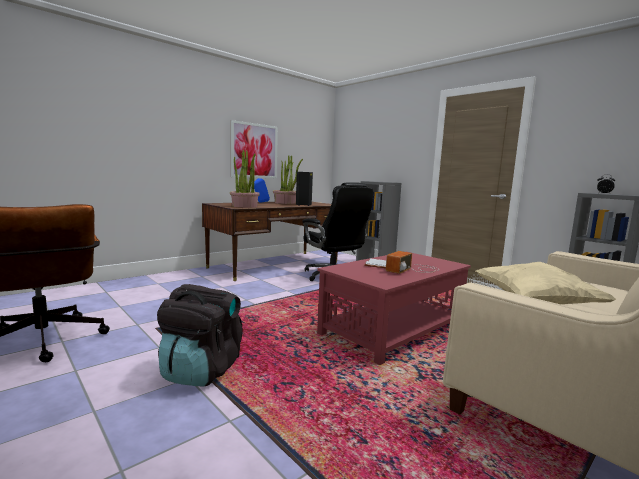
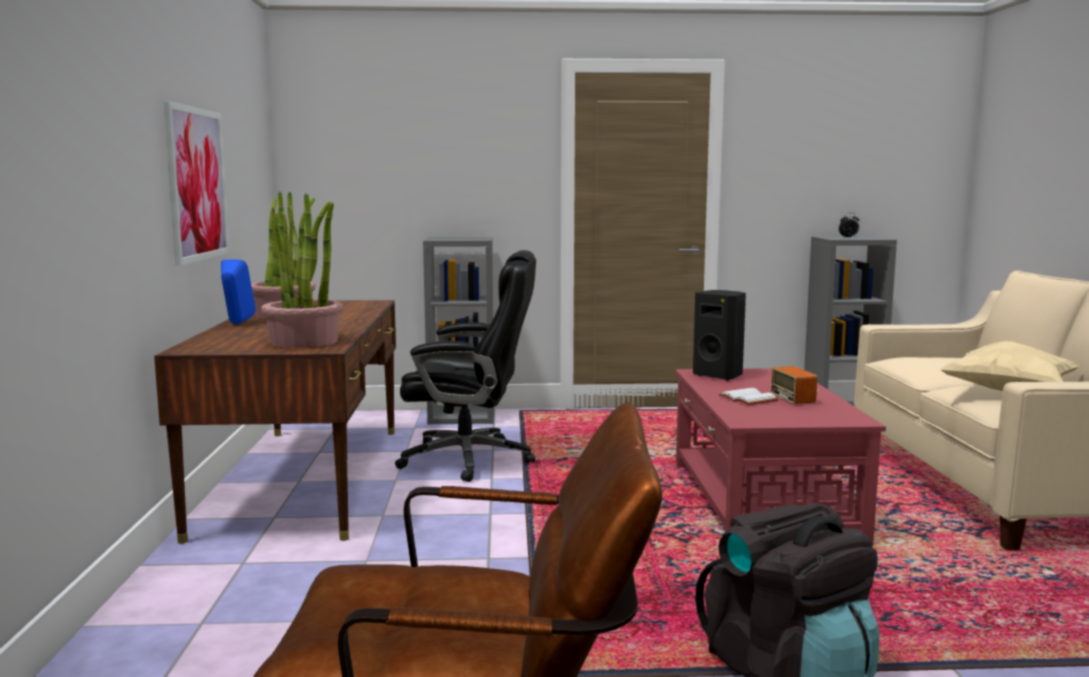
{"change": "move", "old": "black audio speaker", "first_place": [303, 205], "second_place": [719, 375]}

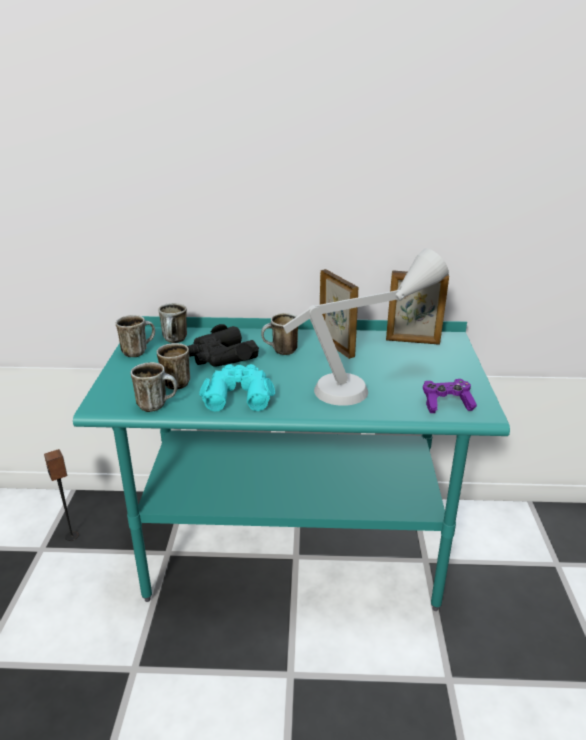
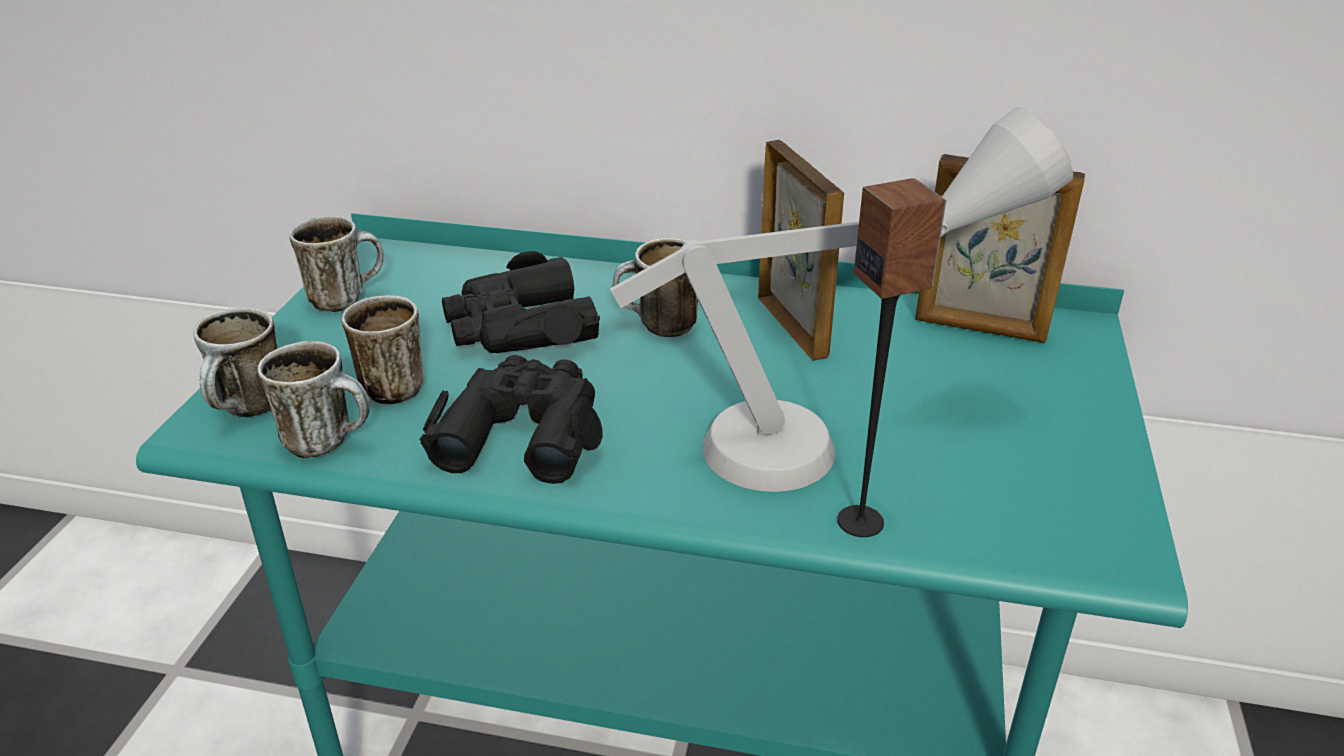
{"change": "move", "old": "mug", "first_place": [175, 341], "second_place": [250, 410]}
{"change": "recolor", "old": "blue-green binoculars", "new": "black binoculars", "first_place": [238, 394], "second_place": [522, 432]}
{"change": "delete", "old": "purple game controller", "first_place": [446, 404]}
{"change": "move", "old": "audio speaker", "first_place": [72, 536], "second_place": [861, 521]}

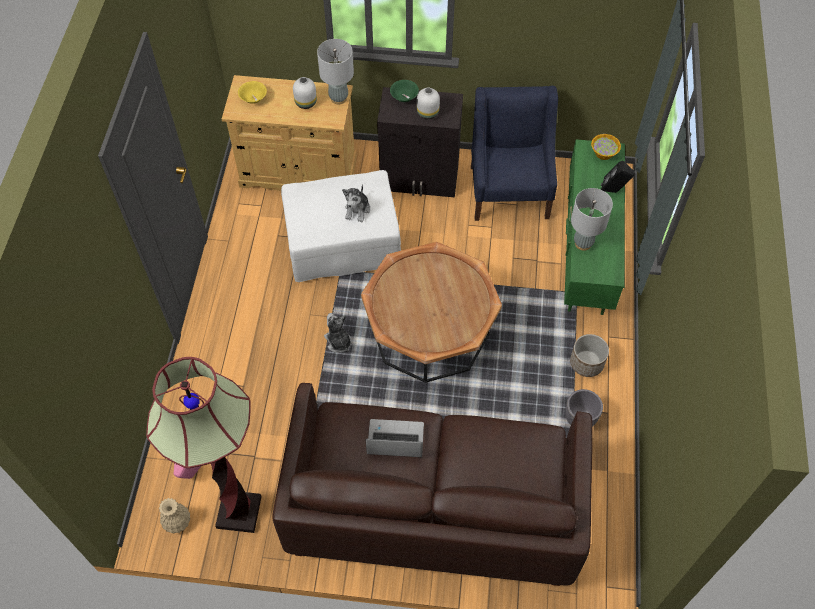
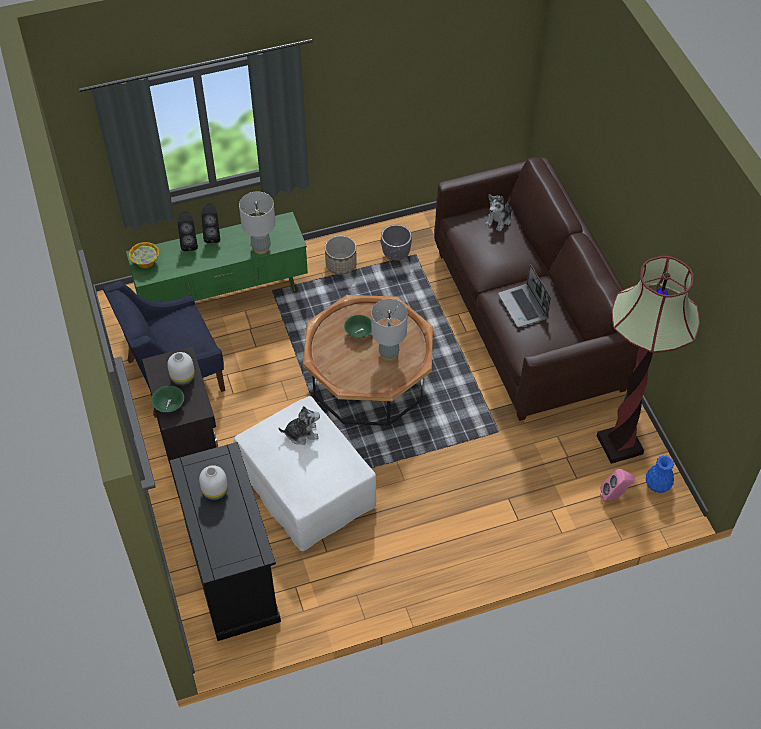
{"change": "move", "old": "gray lamp for a table", "first_place": [339, 98], "second_place": [388, 354]}
{"change": "recolor", "old": "beige-coloured cupboard", "new": "black cupboard", "first_place": [298, 172], "second_place": [232, 572]}
{"change": "delete", "old": "yellow bowl", "first_place": [253, 99]}
{"change": "move", "old": "cuddly toy", "first_place": [338, 341], "second_place": [499, 220]}
{"change": "recolor", "old": "beige-coloured decorative vase", "new": "bluish decorative vase", "first_place": [177, 522], "second_place": [657, 485]}
{"change": "insert", "new": "black audio speaker", "second_place": [213, 235]}
{"change": "insert", "new": "green-coloured bowl", "second_place": [359, 332]}

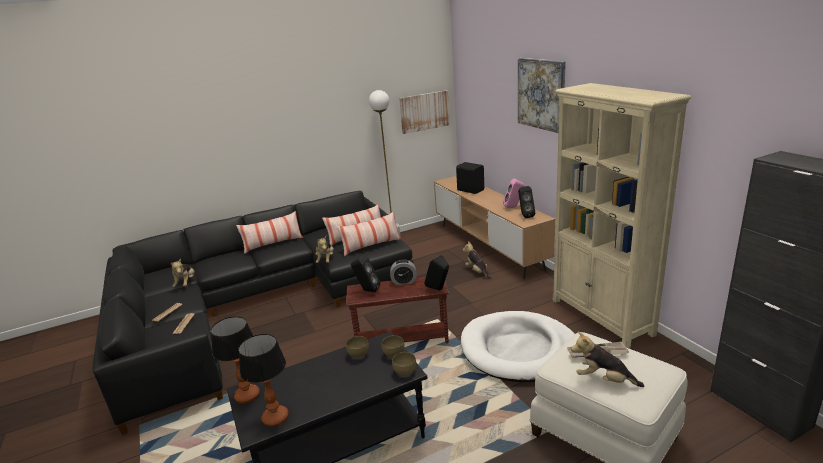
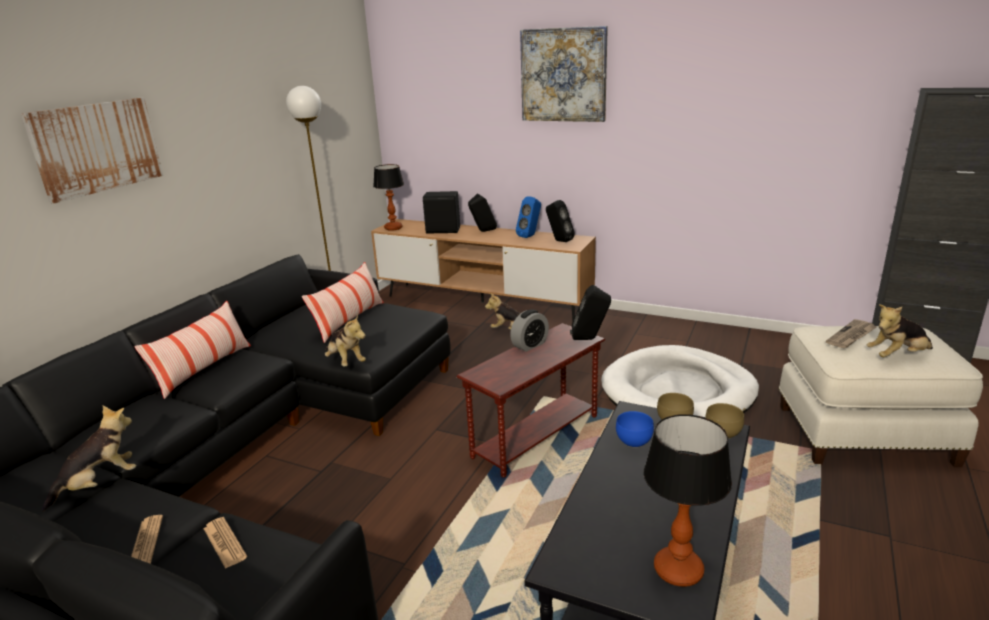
{"change": "delete", "old": "beige-coloured shelving unit", "first_place": [601, 317]}
{"change": "move", "old": "wall art", "first_place": [424, 111], "second_place": [96, 147]}
{"change": "recolor", "old": "pinkish audio speaker", "new": "bluish audio speaker", "first_place": [513, 207], "second_place": [530, 236]}
{"change": "delete", "old": "pillow", "first_place": [371, 246]}
{"change": "move", "old": "black audio speaker", "first_place": [367, 290], "second_place": [483, 231]}
{"change": "rotate", "old": "cuddly toy", "first_place": [186, 283], "second_place": [100, 484], "degrees": -90}
{"change": "move", "old": "lamp for a table", "first_place": [247, 395], "second_place": [393, 228]}
{"change": "recolor", "old": "brown-coloured bowl", "new": "bluish bowl", "first_place": [357, 355], "second_place": [633, 442]}

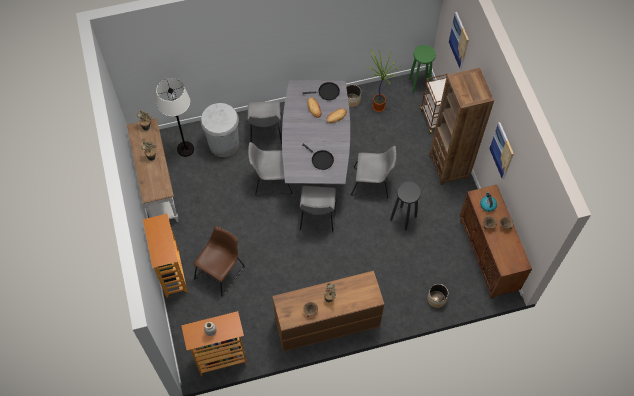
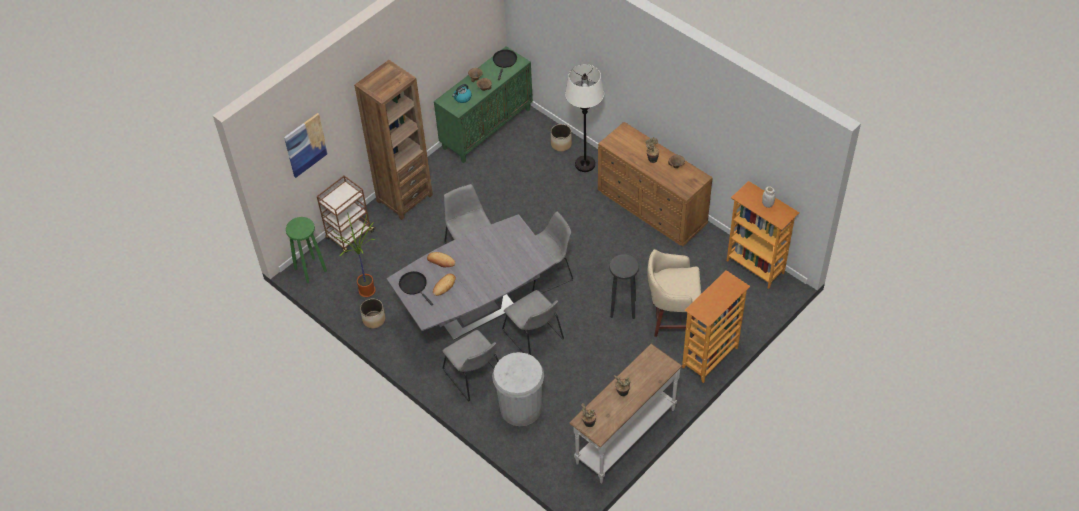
{"change": "move", "old": "white-coloured standing lamp", "first_place": [185, 149], "second_place": [585, 164]}
{"change": "rotate", "old": "gray upright chair", "first_place": [265, 132], "second_place": [475, 377], "degrees": 90}
{"change": "delete", "old": "wall art", "first_place": [502, 150]}
{"change": "move", "old": "black skillet", "first_place": [321, 160], "second_place": [504, 61]}
{"change": "move", "old": "black sitting stool", "first_place": [403, 218], "second_place": [622, 308]}
{"change": "recolor", "old": "brown-coloured cupboard", "new": "green-coloured cupboard", "first_place": [488, 256], "second_place": [486, 128]}
{"change": "replace", "old": "brown-coloured upright chair", "new": "beige-coloured sitting stool", "first_place": [221, 271], "second_place": [671, 319]}

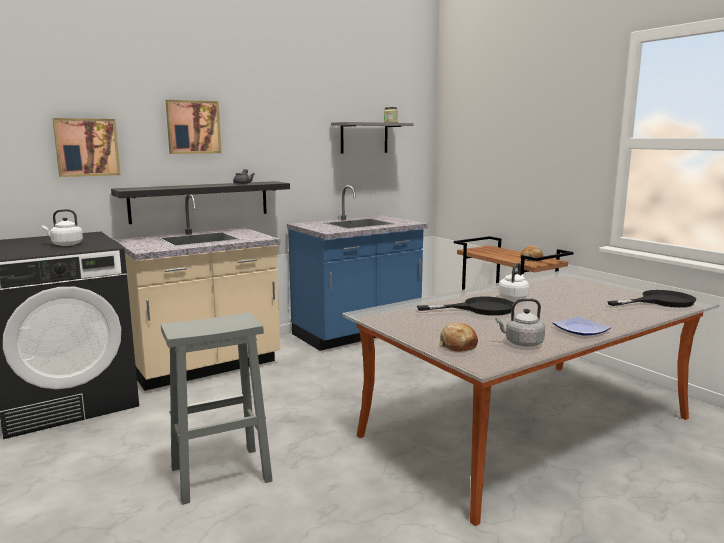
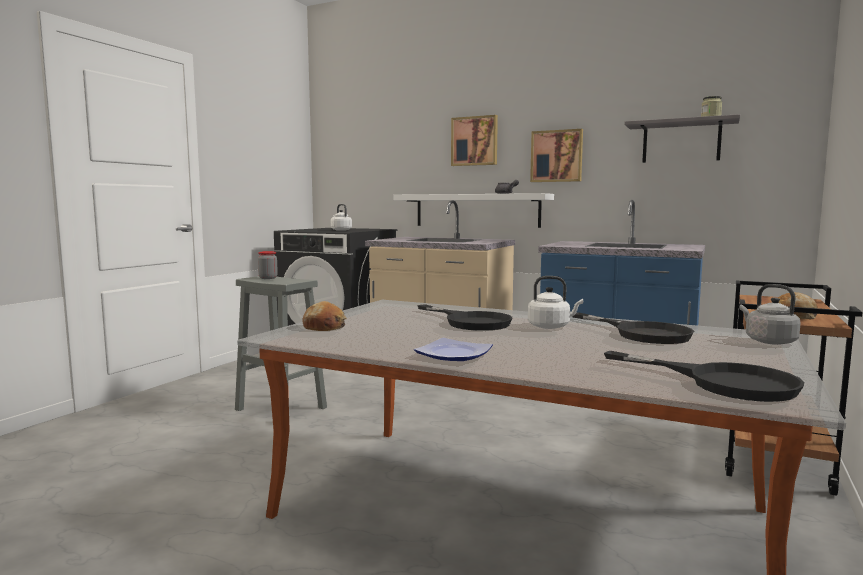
{"change": "move", "old": "wall art", "first_place": [86, 147], "second_place": [557, 156]}
{"change": "recolor", "old": "black wall shelf", "new": "white-coloured wall shelf", "first_place": [200, 201], "second_place": [476, 210]}
{"change": "move", "old": "gray tea kettle", "first_place": [521, 343], "second_place": [768, 341]}
{"change": "insert", "new": "storage jar", "second_place": [268, 278]}
{"change": "insert", "new": "black skillet", "second_place": [641, 333]}

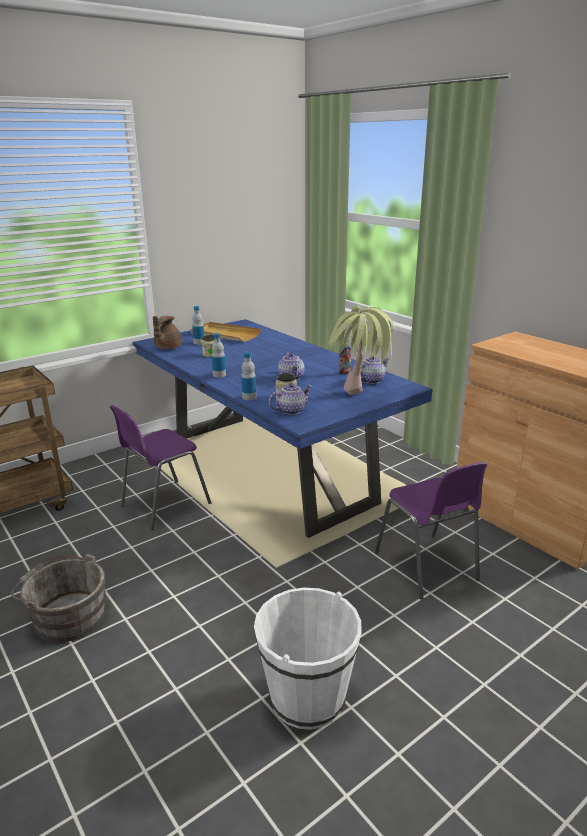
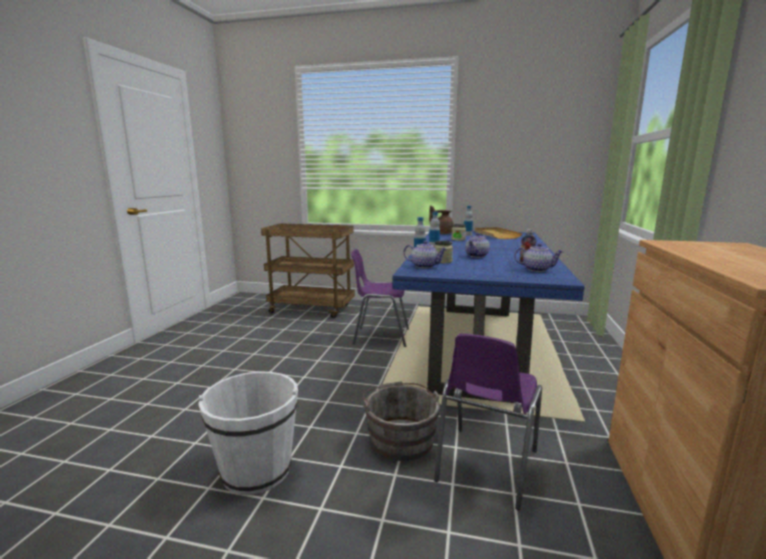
{"change": "delete", "old": "houseplant", "first_place": [358, 401]}
{"change": "move", "old": "gray water bucket", "first_place": [67, 616], "second_place": [400, 437]}

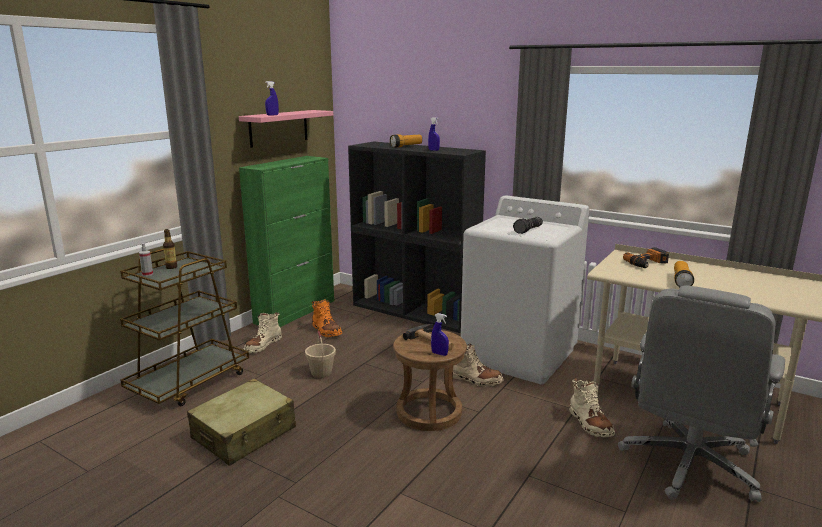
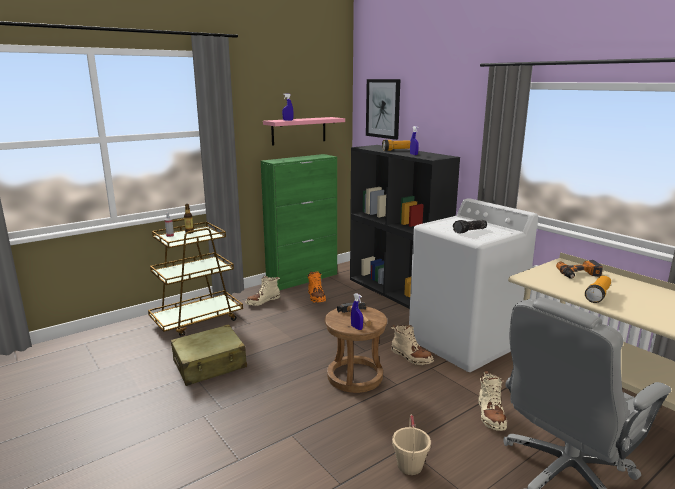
{"change": "move", "old": "beige-coloured water bucket", "first_place": [321, 373], "second_place": [410, 466]}
{"change": "insert", "new": "wall art", "second_place": [383, 108]}

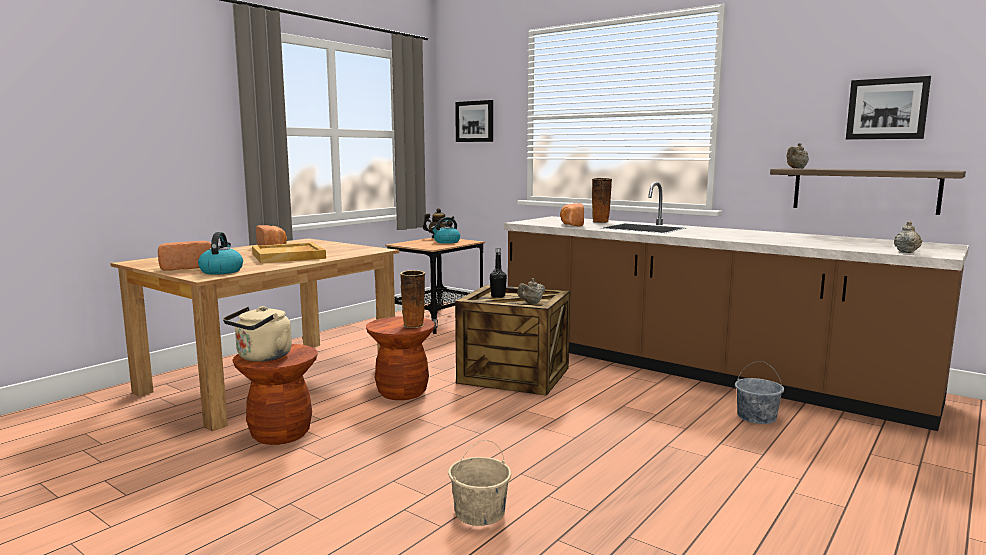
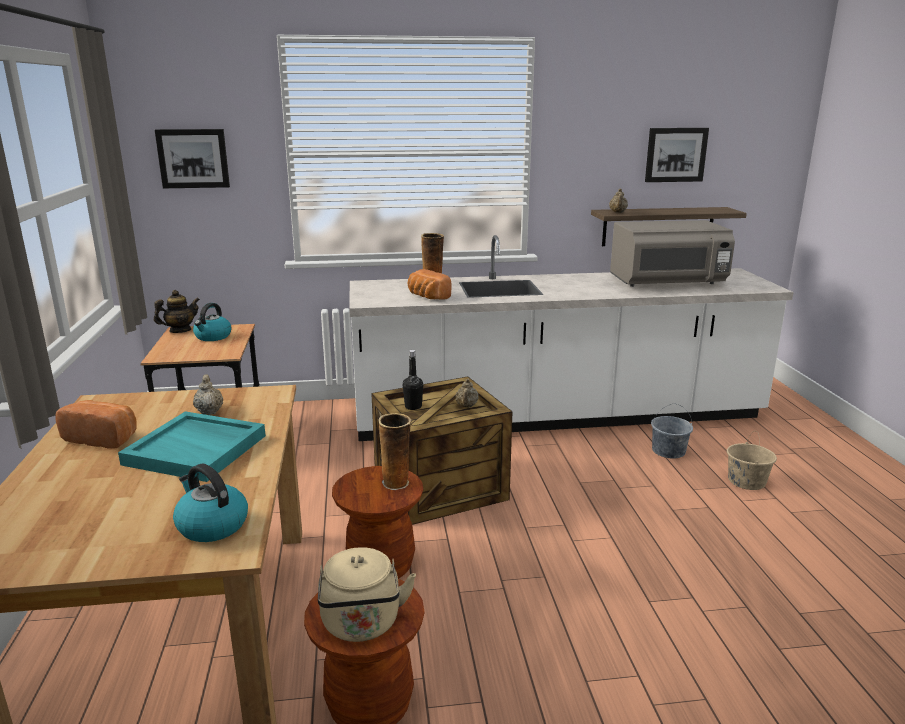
{"change": "recolor", "old": "brown-coloured kitchen counter", "new": "white-coloured kitchen counter", "first_place": [696, 370], "second_place": [557, 417]}
{"change": "move", "old": "beige-coloured teapot", "first_place": [906, 252], "second_place": [209, 411]}
{"change": "delete", "old": "baked bread", "first_place": [186, 267]}
{"change": "recolor", "old": "beige-coloured serving tray", "new": "blue-green serving tray", "first_place": [289, 256], "second_place": [197, 449]}
{"change": "move", "old": "beige-coloured water bucket", "first_place": [480, 512], "second_place": [746, 481]}
{"change": "insert", "new": "gray kitchen microwave", "second_place": [667, 283]}

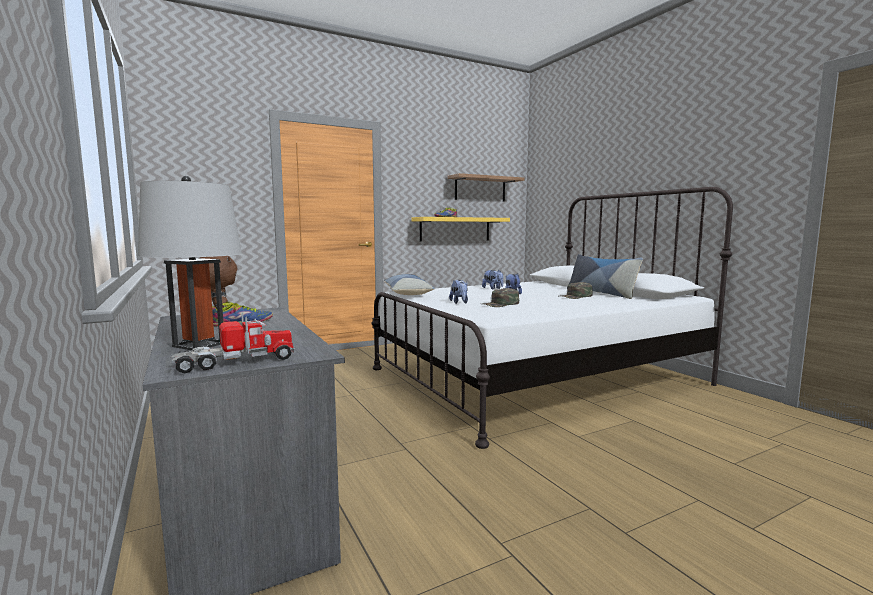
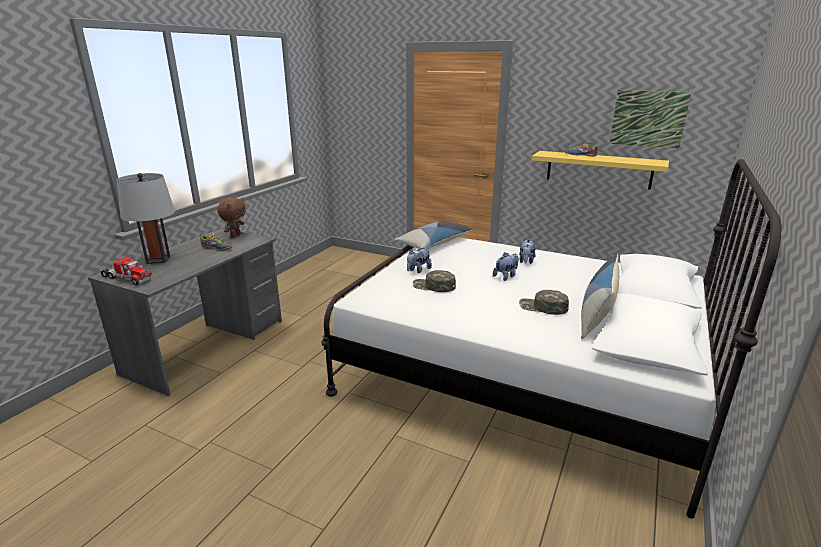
{"change": "replace", "old": "wall shelf", "new": "wall art", "first_place": [480, 189], "second_place": [648, 119]}

